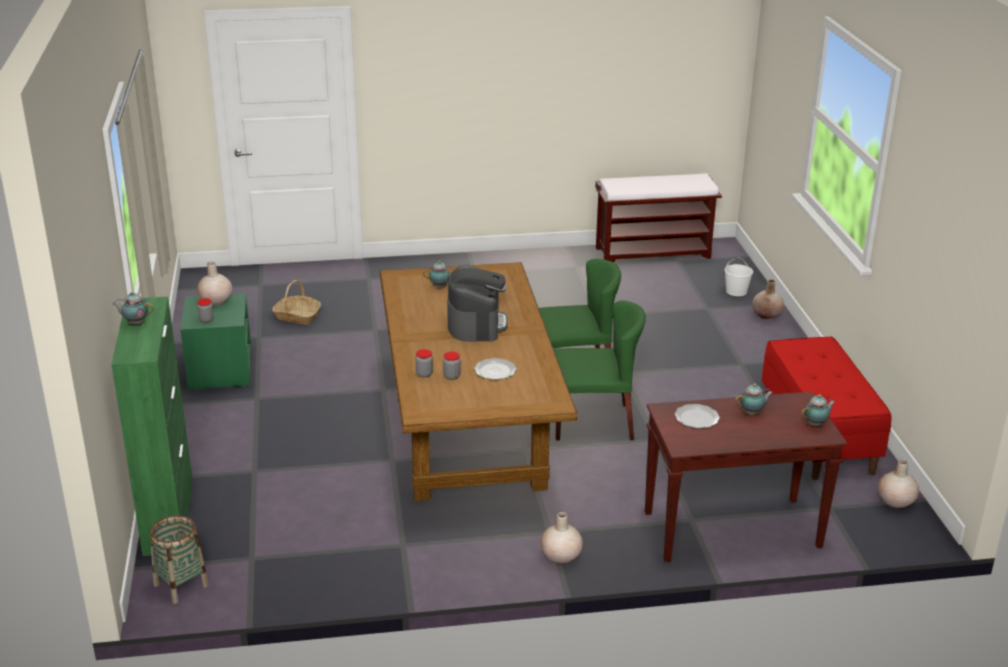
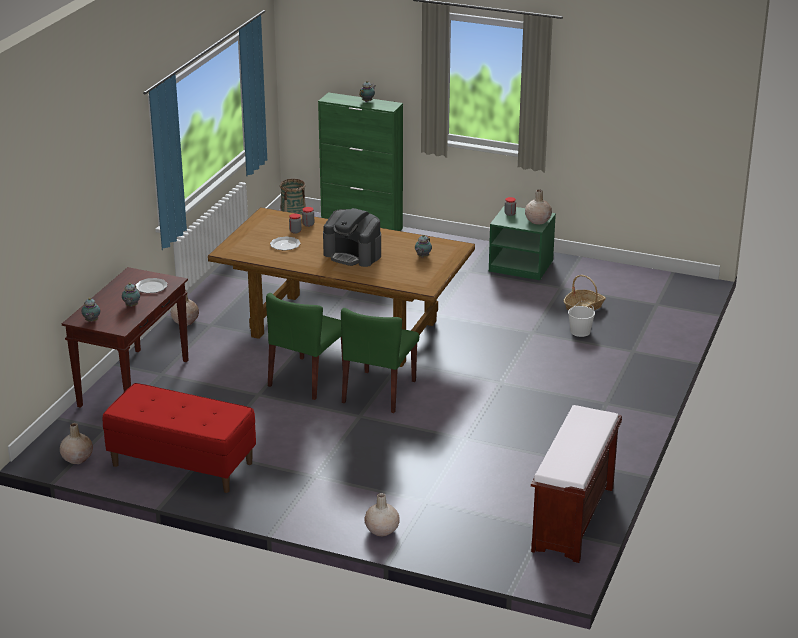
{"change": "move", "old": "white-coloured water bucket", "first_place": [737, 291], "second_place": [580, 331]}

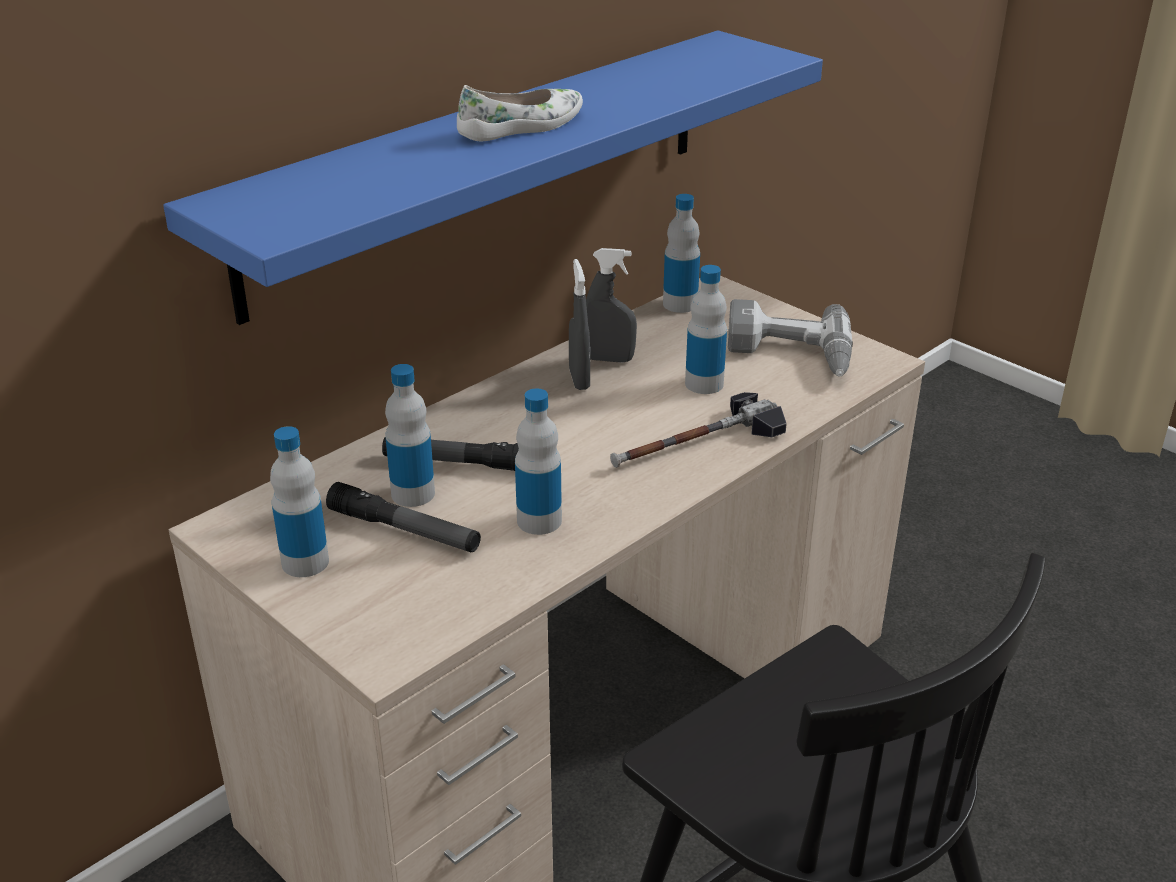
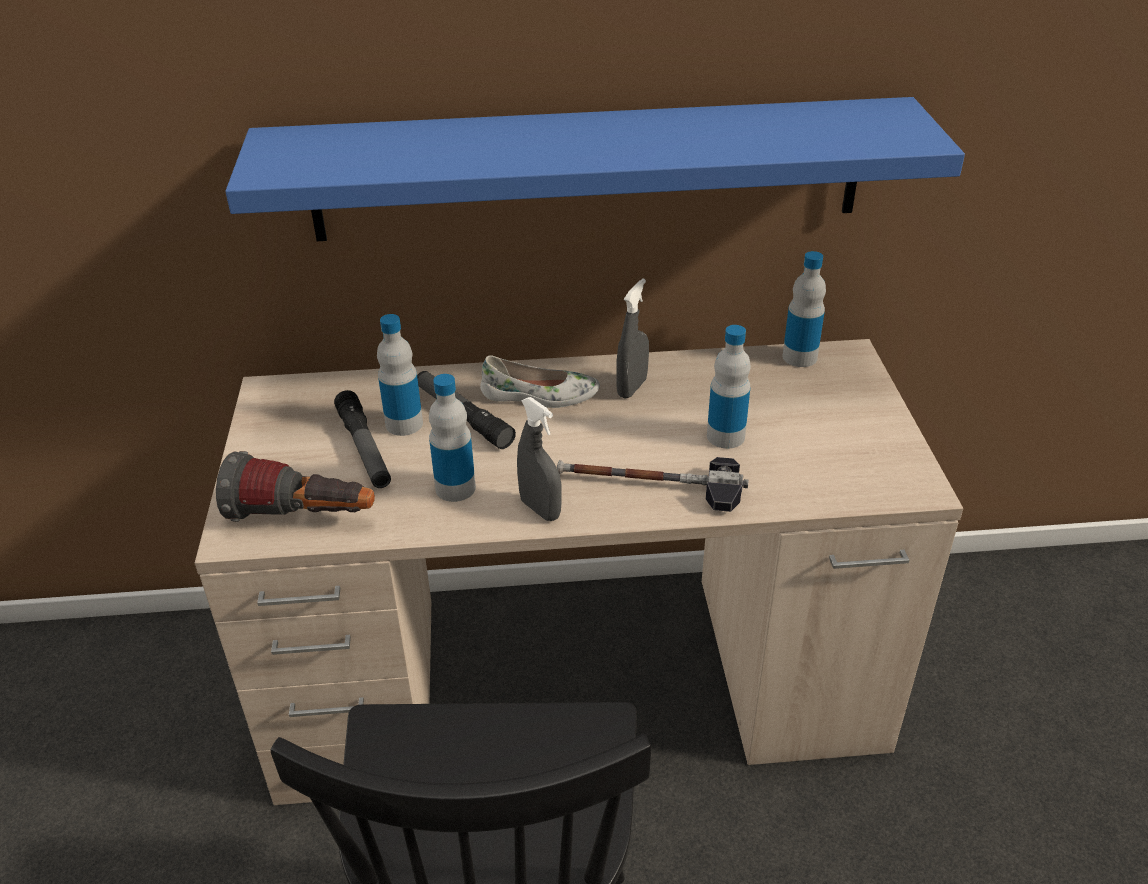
{"change": "move", "old": "white-coloured shoe", "first_place": [523, 127], "second_place": [540, 396]}
{"change": "move", "old": "gray hand sprayer", "first_place": [609, 359], "second_place": [540, 509]}
{"change": "delete", "old": "electric drill", "first_place": [788, 354]}
{"change": "delete", "old": "drink bottle", "first_place": [305, 562]}
{"change": "insert", "new": "hand torch", "second_place": [303, 518]}

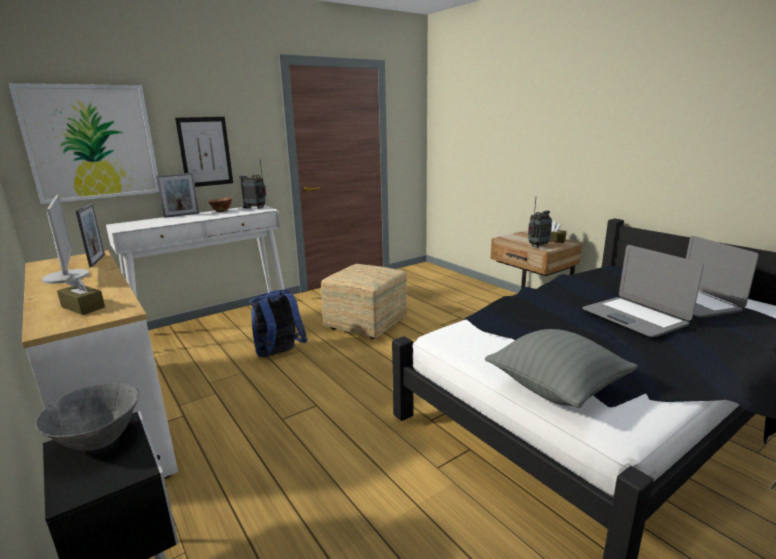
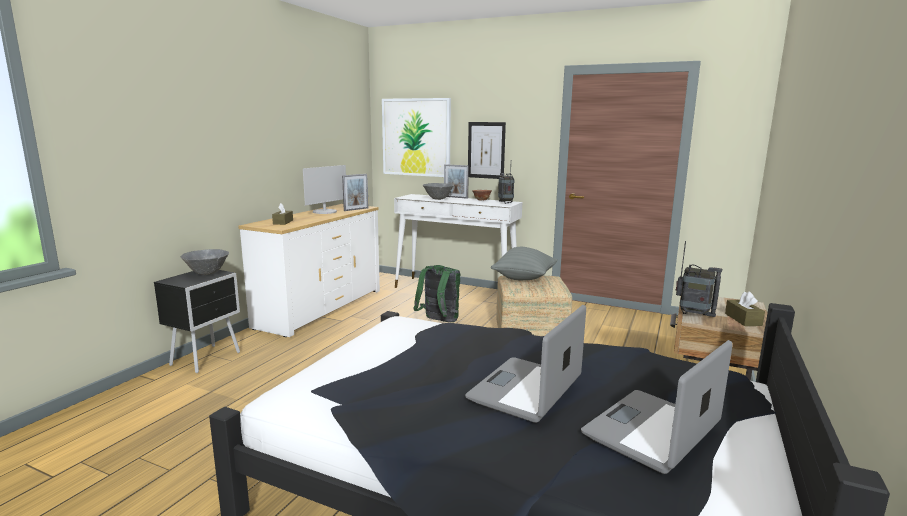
{"change": "recolor", "old": "bluish backpack", "new": "green-coloured backpack", "first_place": [279, 354], "second_place": [438, 321]}
{"change": "move", "old": "gray pillow", "first_place": [556, 388], "second_place": [524, 278]}
{"change": "insert", "new": "gray bowl", "second_place": [438, 199]}

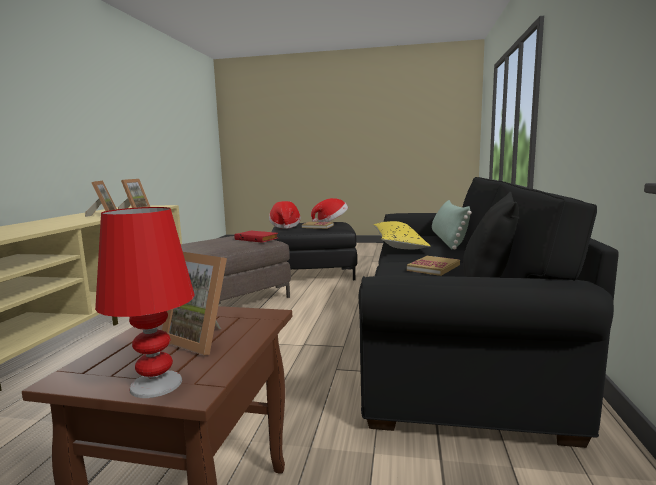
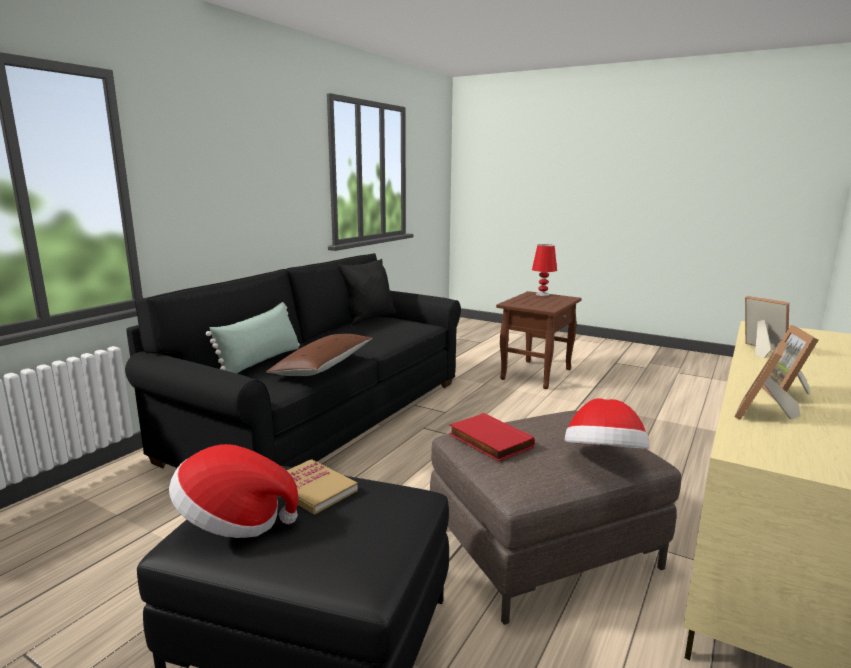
{"change": "move", "old": "clothing hat", "first_place": [285, 226], "second_place": [603, 459]}
{"change": "recolor", "old": "yellow pillow", "new": "brown-coloured pillow", "first_place": [399, 245], "second_place": [323, 366]}
{"change": "move", "old": "photo frame", "first_place": [203, 339], "second_place": [759, 350]}
{"change": "delete", "old": "book", "first_place": [433, 268]}

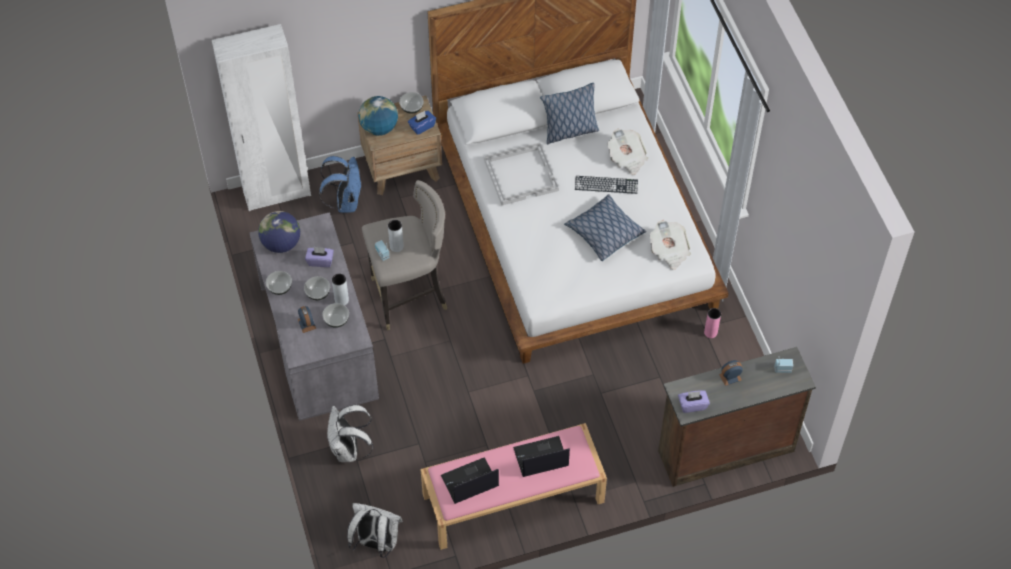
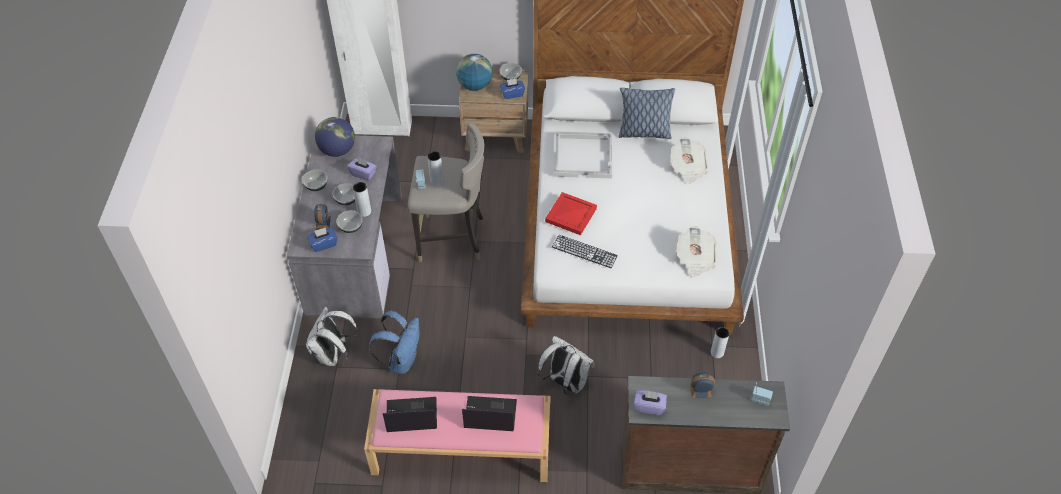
{"change": "move", "old": "bluish backpack", "first_place": [345, 202], "second_place": [402, 360]}
{"change": "move", "old": "computer keyboard", "first_place": [606, 185], "second_place": [584, 251]}
{"change": "delete", "old": "pillow", "first_place": [604, 233]}
{"change": "recolor", "old": "pinkish decorative vase", "new": "gray decorative vase", "first_place": [710, 332], "second_place": [717, 352]}
{"change": "move", "old": "white-coloured backpack", "first_place": [376, 543], "second_place": [565, 382]}
{"change": "insert", "new": "red-coloured serving tray", "second_place": [570, 215]}
{"change": "insert", "new": "bluish tissue box", "second_place": [323, 244]}

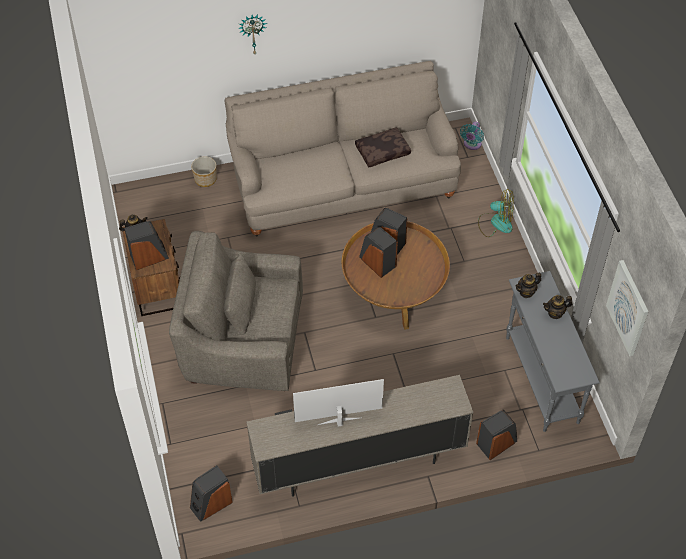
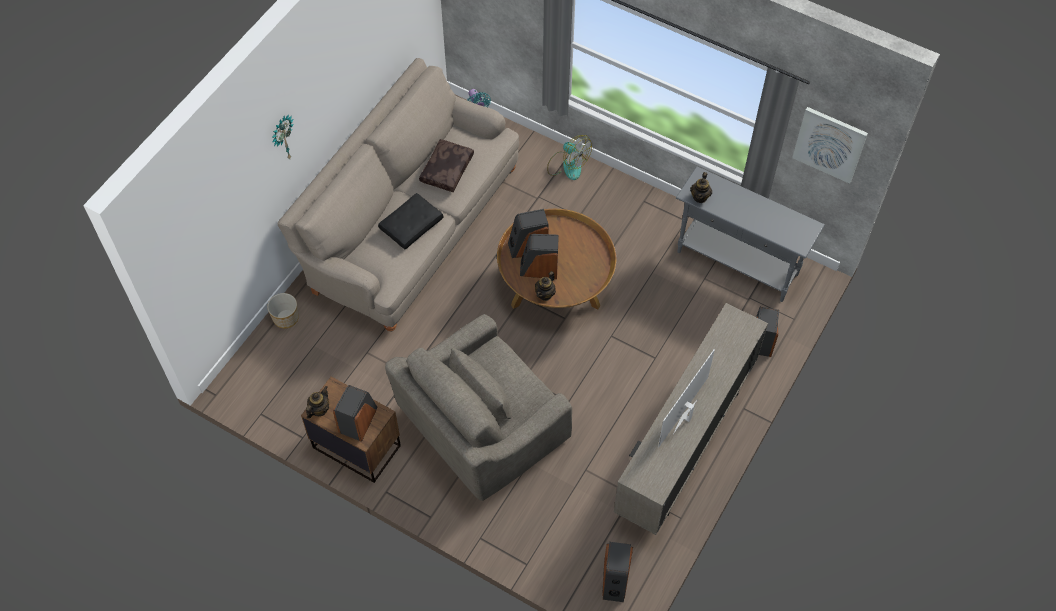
{"change": "rotate", "old": "fan", "first_place": [495, 223], "second_place": [567, 165], "degrees": 75}
{"change": "move", "old": "teapot", "first_place": [555, 313], "second_place": [545, 294]}
{"change": "insert", "new": "black pillow", "second_place": [411, 224]}

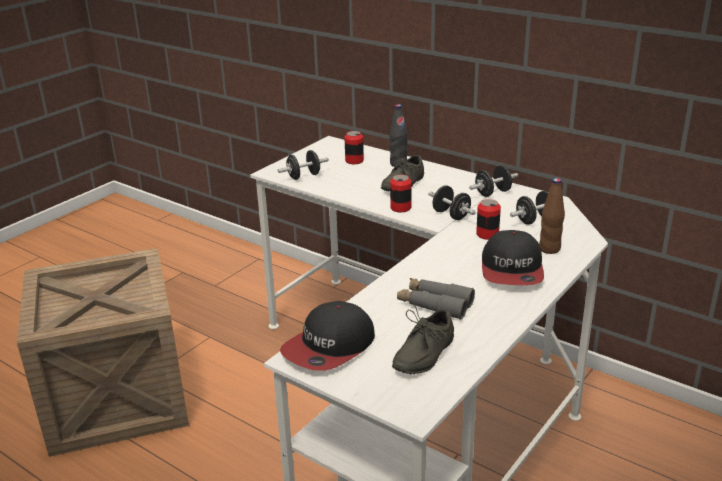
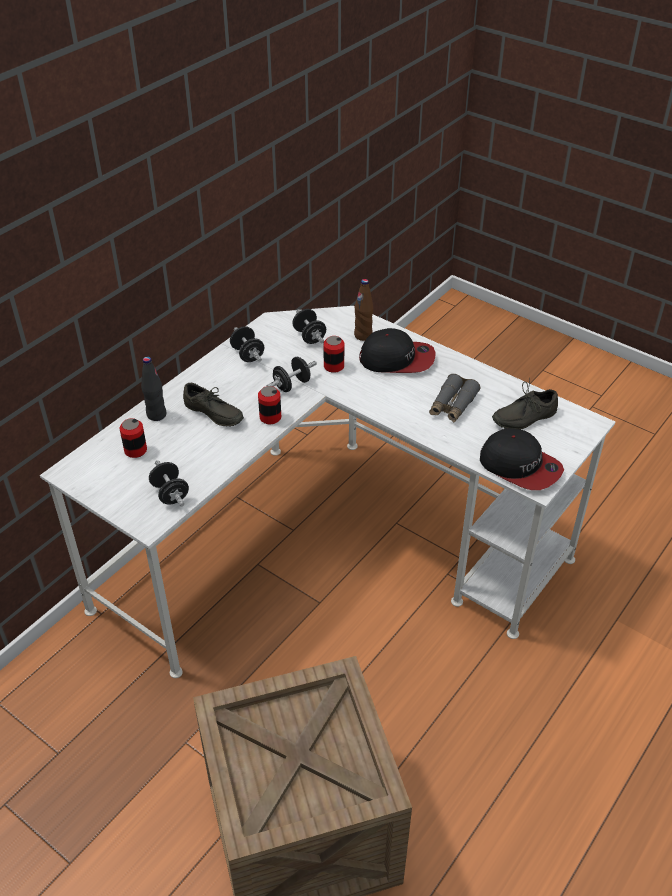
{"change": "rotate", "old": "gray shoe", "first_place": [421, 354], "second_place": [522, 416], "degrees": 120}

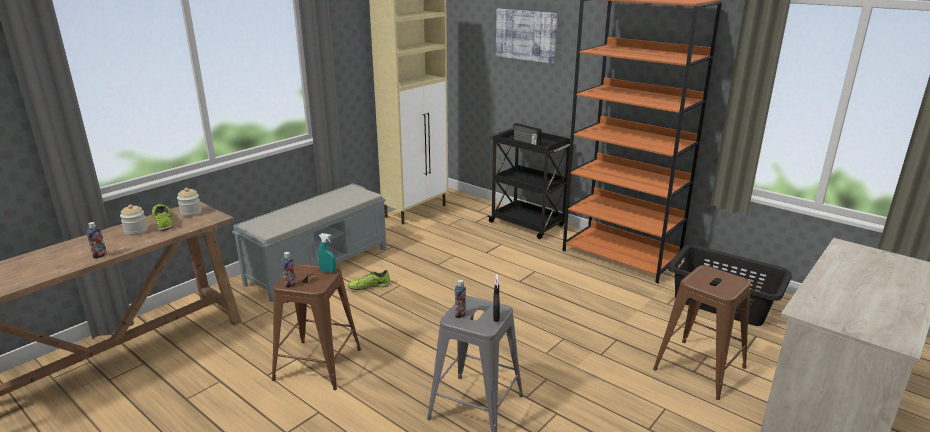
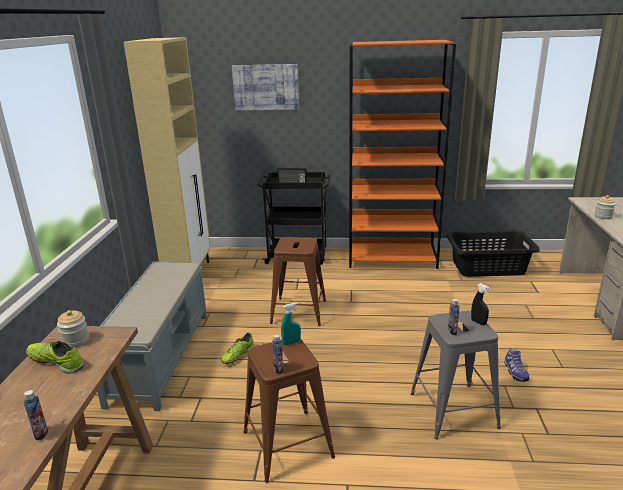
{"change": "move", "old": "storage jar", "first_place": [136, 231], "second_place": [603, 216]}
{"change": "move", "old": "brown-coloured sitting stool", "first_place": [699, 369], "second_place": [299, 312]}
{"change": "insert", "new": "shoe", "second_place": [514, 372]}

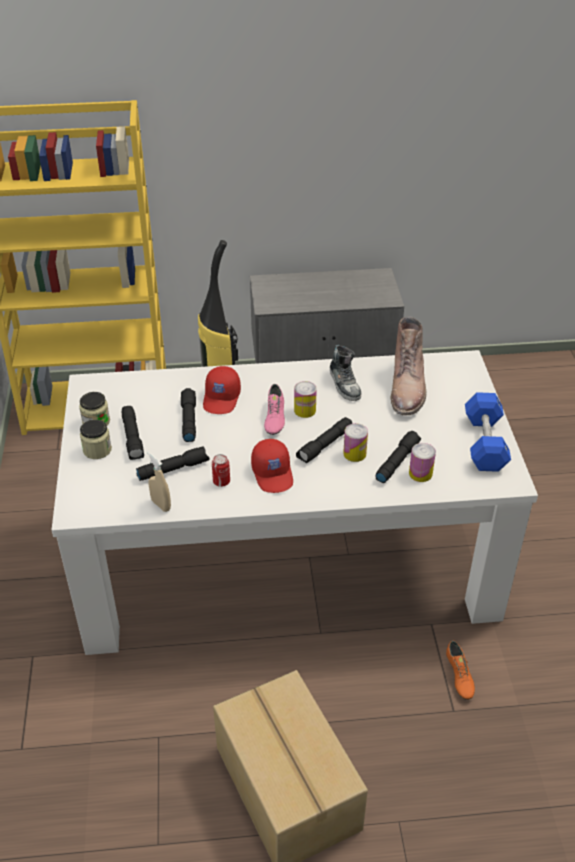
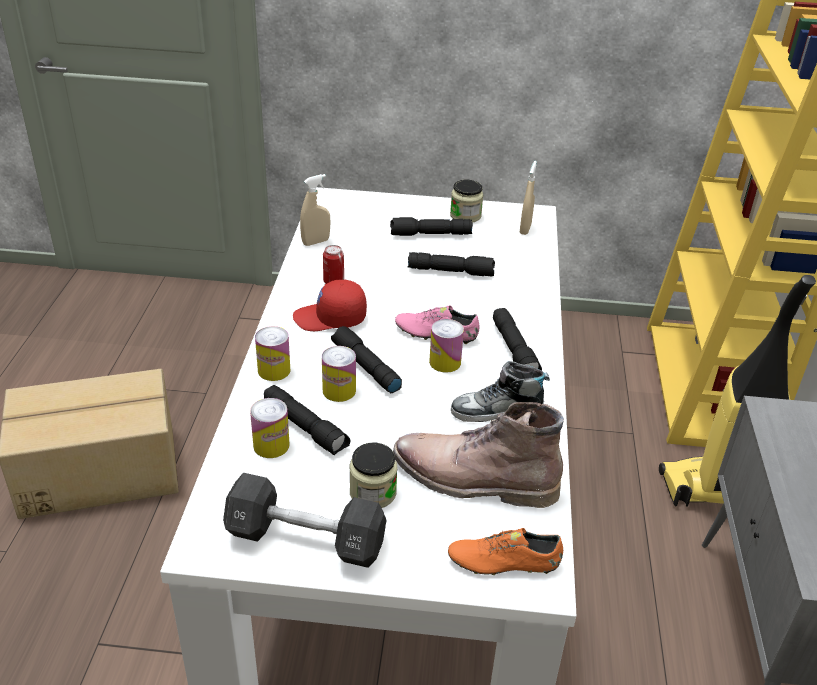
{"change": "delete", "old": "red-coloured peaked cap", "first_place": [222, 398]}
{"change": "recolor", "old": "bluish free weight", "new": "black free weight", "first_place": [484, 443], "second_place": [306, 539]}
{"change": "move", "old": "storage jar", "first_place": [97, 450], "second_place": [373, 493]}
{"change": "move", "old": "black hand torch", "first_place": [173, 468], "second_place": [515, 350]}
{"change": "move", "old": "orange shoe", "first_place": [459, 676], "second_place": [503, 563]}
{"change": "insert", "new": "beige-coloured hand sprayer", "second_place": [525, 229]}
{"change": "insert", "new": "sealed can", "second_place": [274, 370]}

